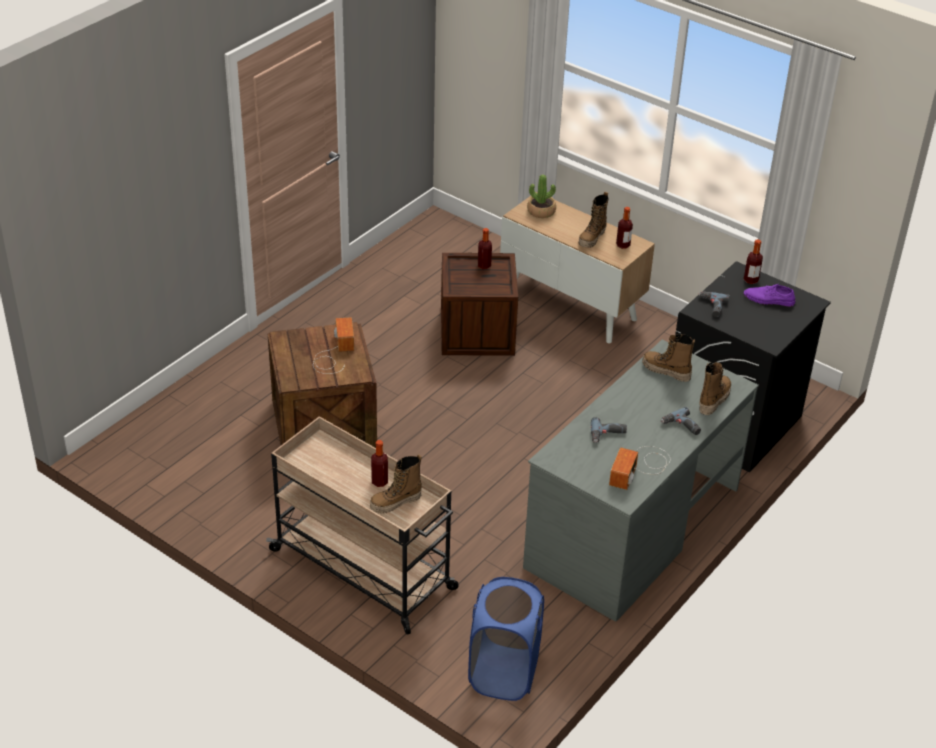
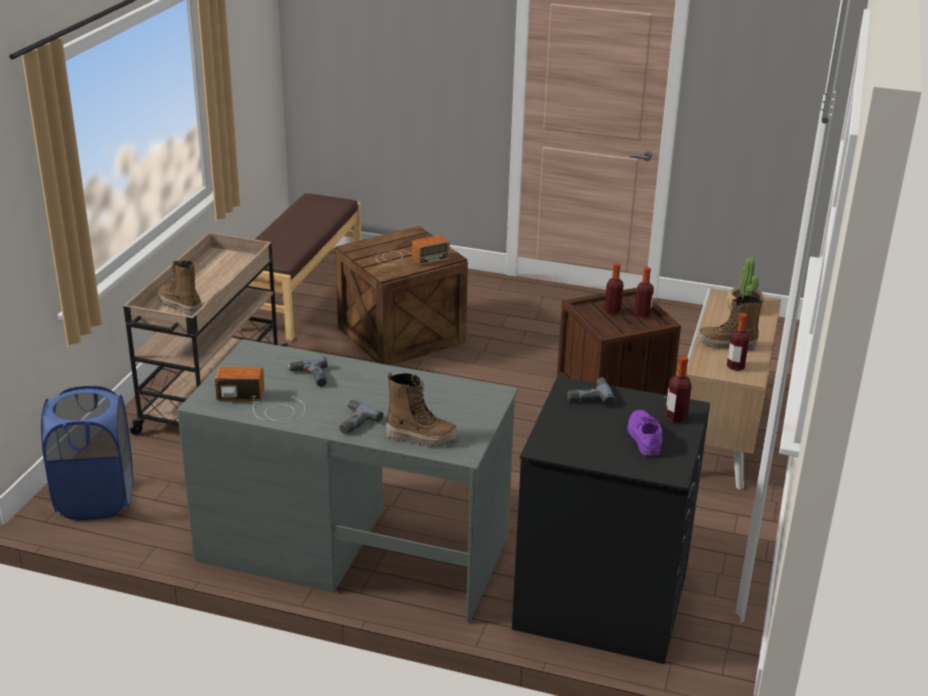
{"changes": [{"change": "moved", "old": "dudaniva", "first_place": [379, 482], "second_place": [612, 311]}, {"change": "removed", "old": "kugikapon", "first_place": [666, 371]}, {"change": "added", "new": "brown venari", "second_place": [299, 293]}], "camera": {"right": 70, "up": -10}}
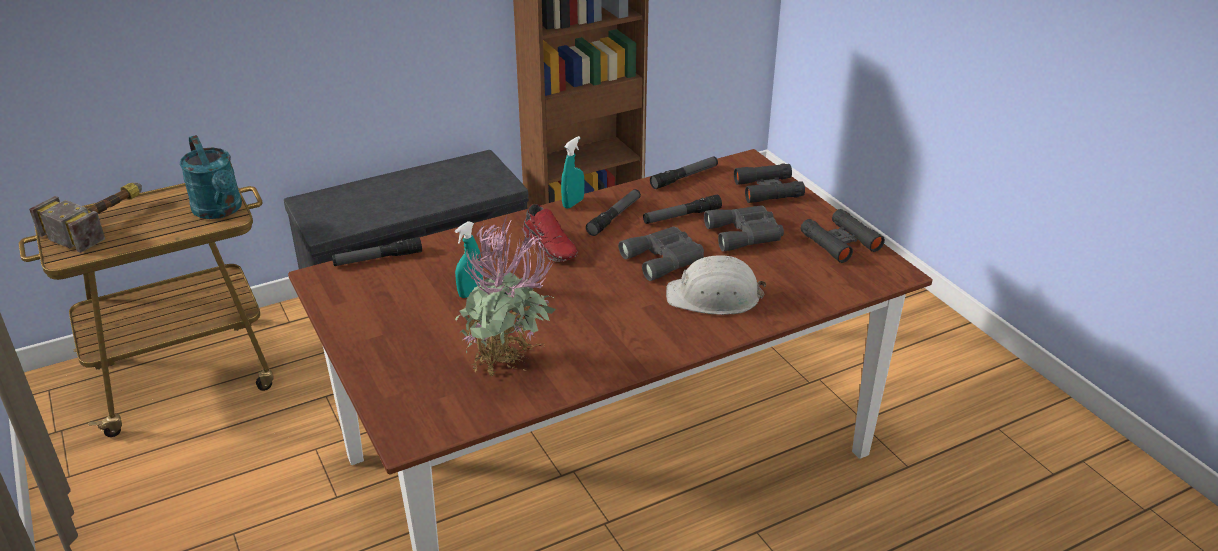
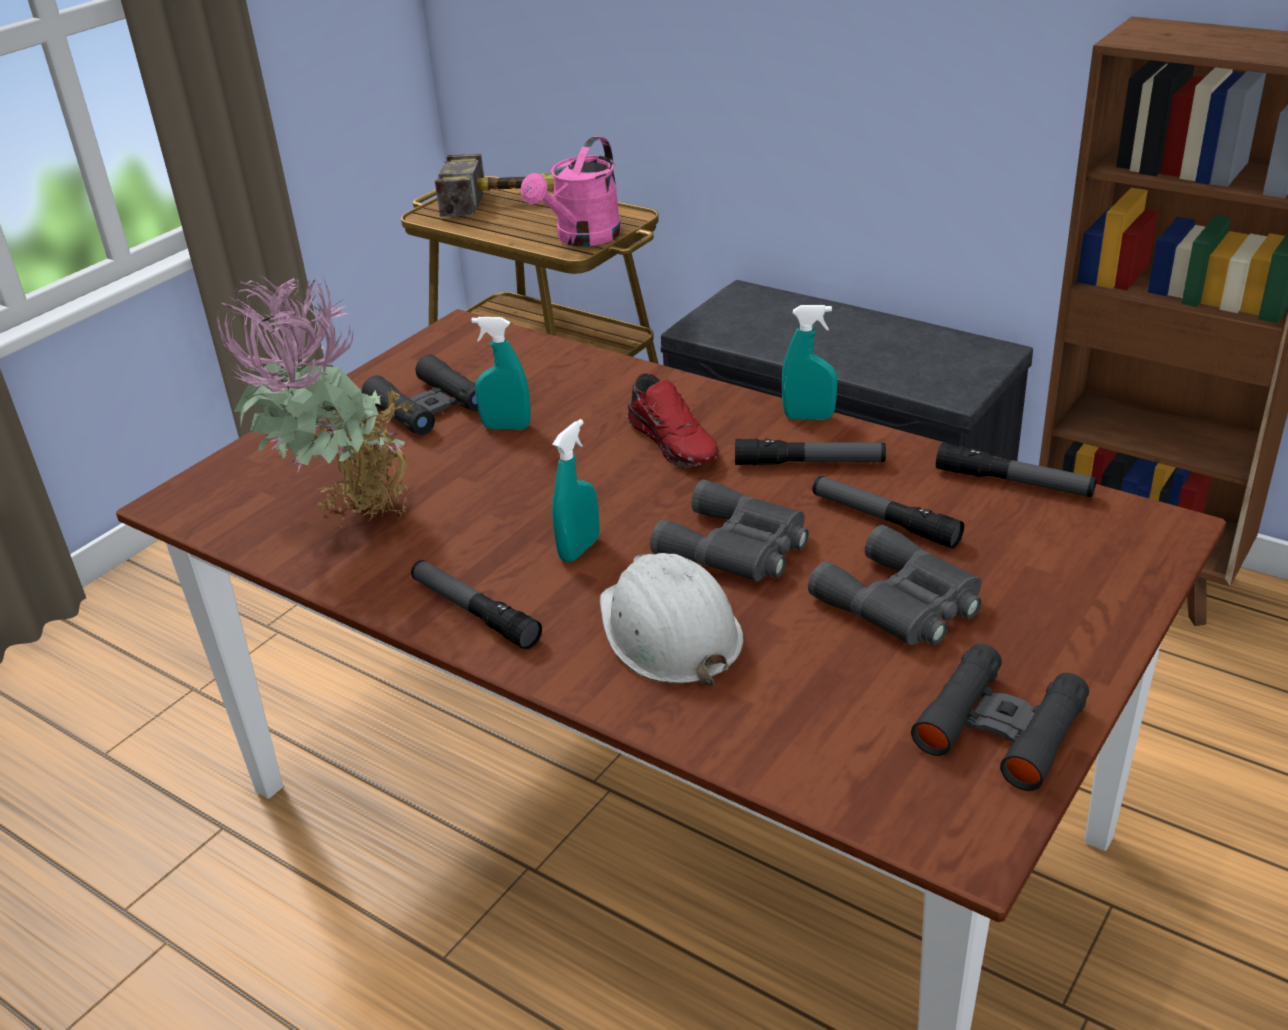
{"changes": [{"change": "recoloured", "old": "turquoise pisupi", "new": "pink pisupi", "first_place": [220, 210], "second_place": [582, 238]}, {"change": "moved", "old": "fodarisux", "first_place": [378, 258], "second_place": [474, 612]}, {"change": "turned", "old": "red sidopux", "first_place": [551, 245], "second_place": [675, 441], "degrees": -60}, {"change": "moved", "old": "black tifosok", "first_place": [768, 189], "second_place": [427, 407]}, {"change": "added", "new": "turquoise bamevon", "second_place": [579, 549]}], "camera": {"right": 65, "up": 0}}
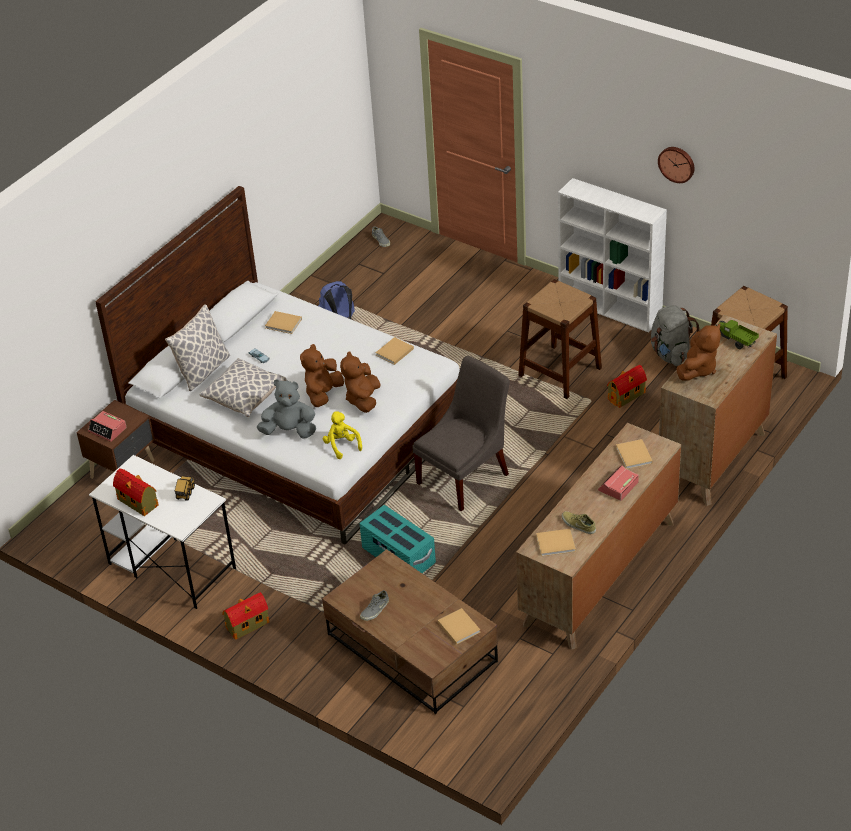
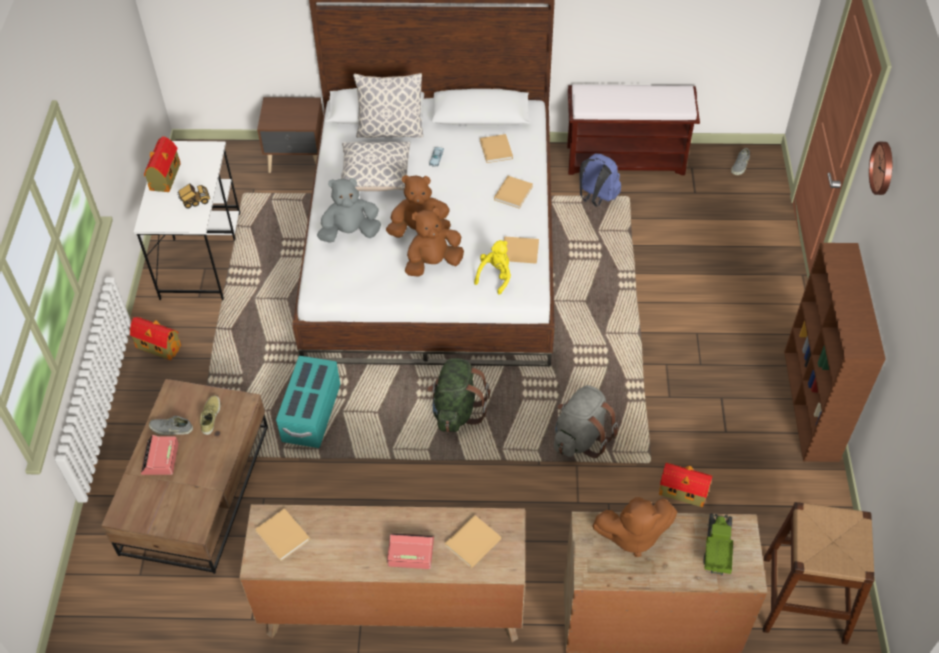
{"changes": [{"change": "moved", "old": "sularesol", "first_place": [107, 430], "second_place": [160, 459]}, {"change": "turned", "old": "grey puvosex", "first_place": [289, 431], "second_place": [350, 232], "degrees": -75}, {"change": "moved", "old": "yellow puvosex", "first_place": [342, 445], "second_place": [495, 276]}, {"change": "replaced", "old": "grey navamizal", "new": "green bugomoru", "first_place": [466, 477], "second_place": [456, 411]}, {"change": "moved", "old": "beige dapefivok", "first_place": [458, 626], "second_place": [514, 192]}, {"change": "removed", "old": "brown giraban", "first_place": [560, 372]}, {"change": "recoloured", "old": "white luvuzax", "new": "brown luvuzax", "first_place": [611, 308], "second_place": [811, 406]}, {"change": "moved", "old": "beige sidopux", "first_place": [578, 525], "second_place": [210, 416]}, {"change": "moved", "old": "grey bugomoru", "first_place": [671, 354], "second_place": [580, 437]}, {"change": "moved", "old": "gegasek", "first_place": [677, 163], "second_place": [883, 168]}, {"change": "added", "new": "brown venari", "second_place": [626, 159]}], "camera": {"right": 55, "up": 10}}
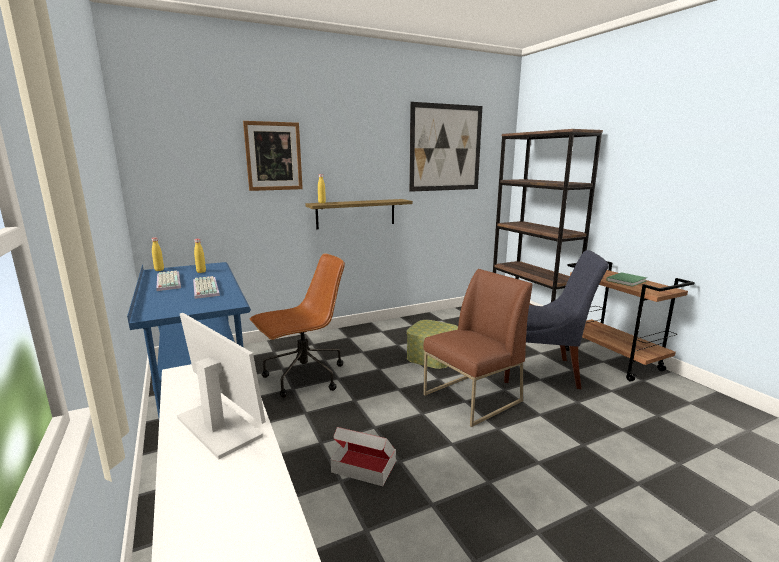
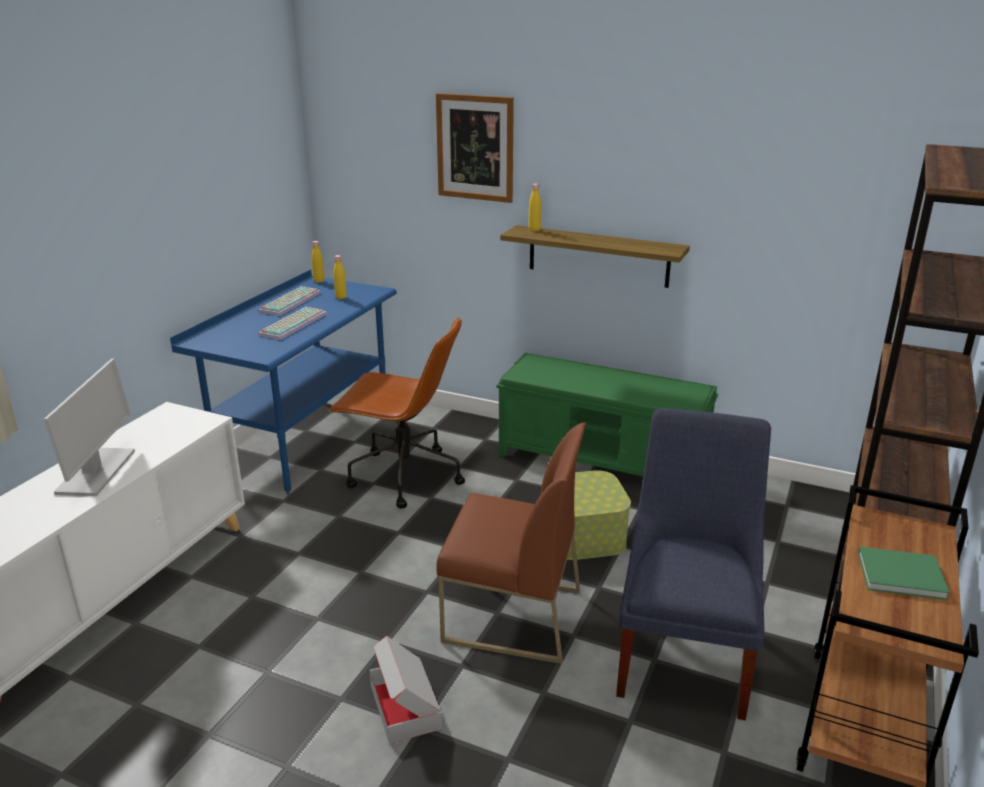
{"changes": [{"change": "moved", "old": "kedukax", "first_place": [364, 467], "second_place": [405, 707]}, {"change": "removed", "old": "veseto", "first_place": [445, 148]}, {"change": "turned", "old": "blue navamizal", "first_place": [541, 371], "second_place": [685, 652], "degrees": -135}, {"change": "added", "new": "green venari", "second_place": [603, 460]}], "camera": {"right": 50, "up": 10}}
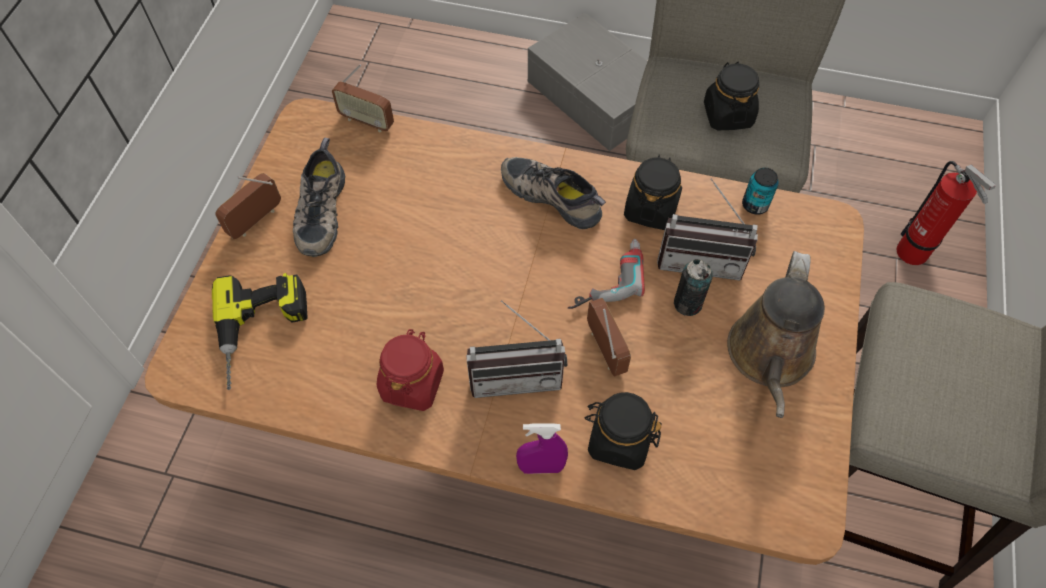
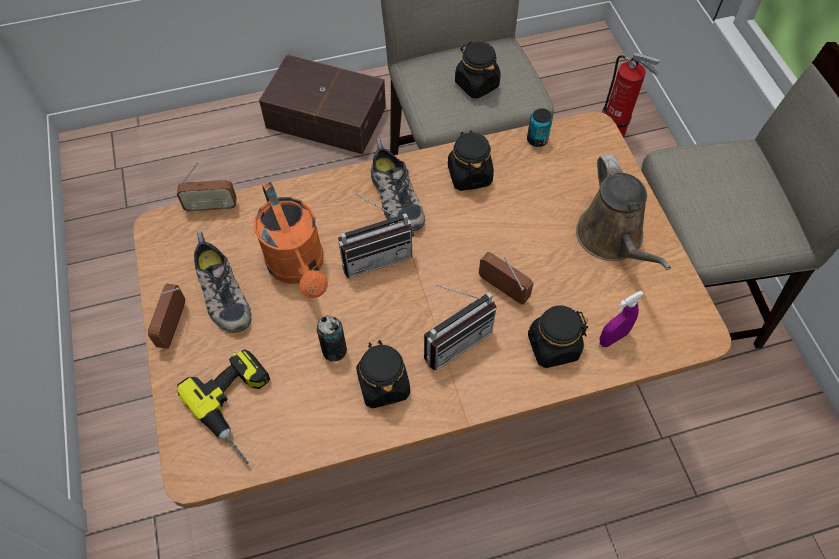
{"changes": [{"change": "recoloured", "old": "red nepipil", "new": "black nepipil", "first_place": [412, 383], "second_place": [383, 384]}, {"change": "turned", "old": "sidopux", "first_place": [553, 195], "second_place": [394, 197], "degrees": -120}, {"change": "moved", "old": "purple bamevon", "first_place": [541, 467], "second_place": [613, 338]}, {"change": "recoloured", "old": "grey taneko", "new": "brown taneko", "first_place": [595, 95], "second_place": [326, 116]}, {"change": "removed", "old": "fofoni", "first_place": [604, 277]}, {"change": "moved", "old": "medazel", "first_place": [701, 259], "second_place": [375, 255]}, {"change": "moved", "old": "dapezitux", "first_place": [687, 304], "second_place": [334, 350]}, {"change": "added", "new": "orange pisupi", "second_place": [299, 268]}], "camera": {"right": -30, "up": 0}}
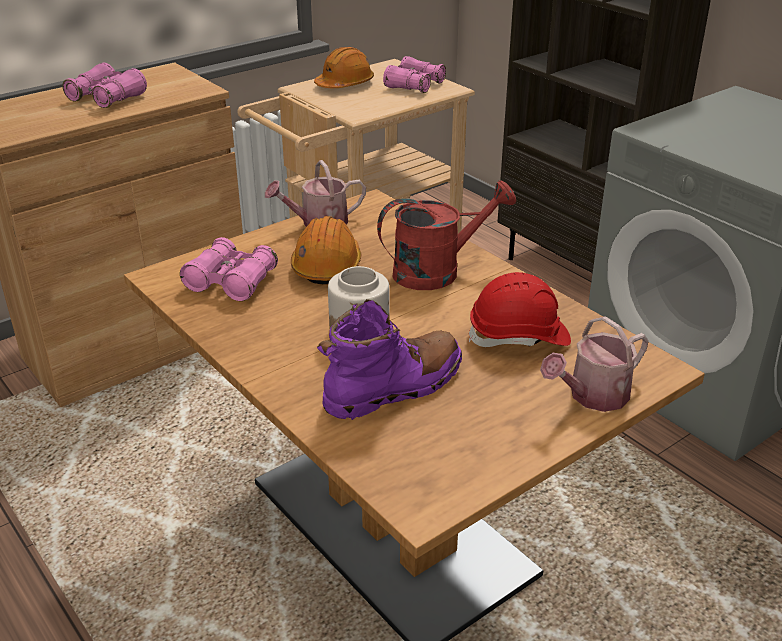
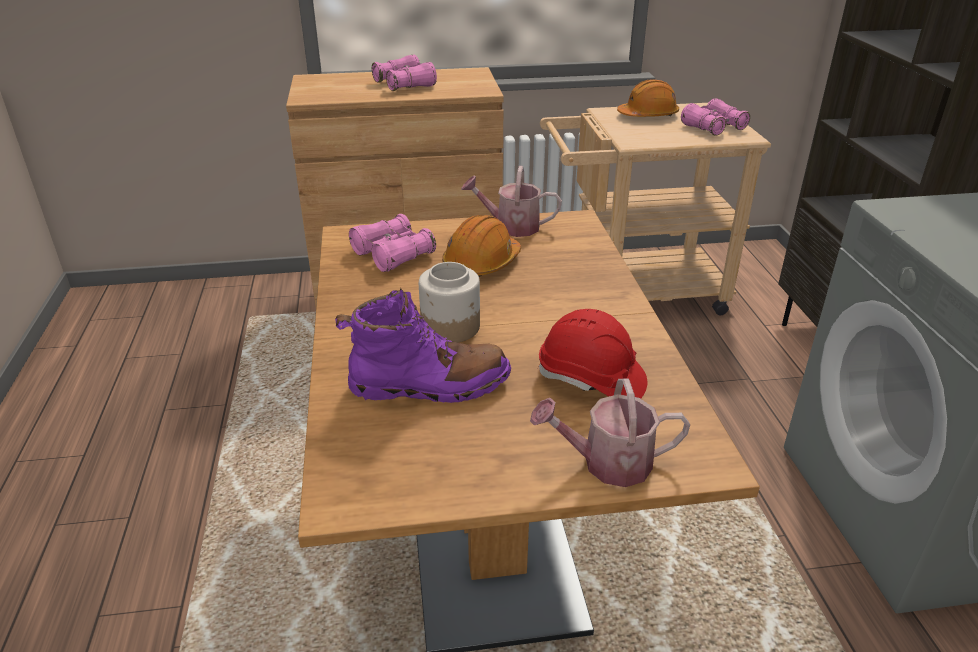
{"changes": [{"change": "removed", "old": "red pisupi", "first_place": [437, 271]}], "camera": {"right": 30, "up": 0}}
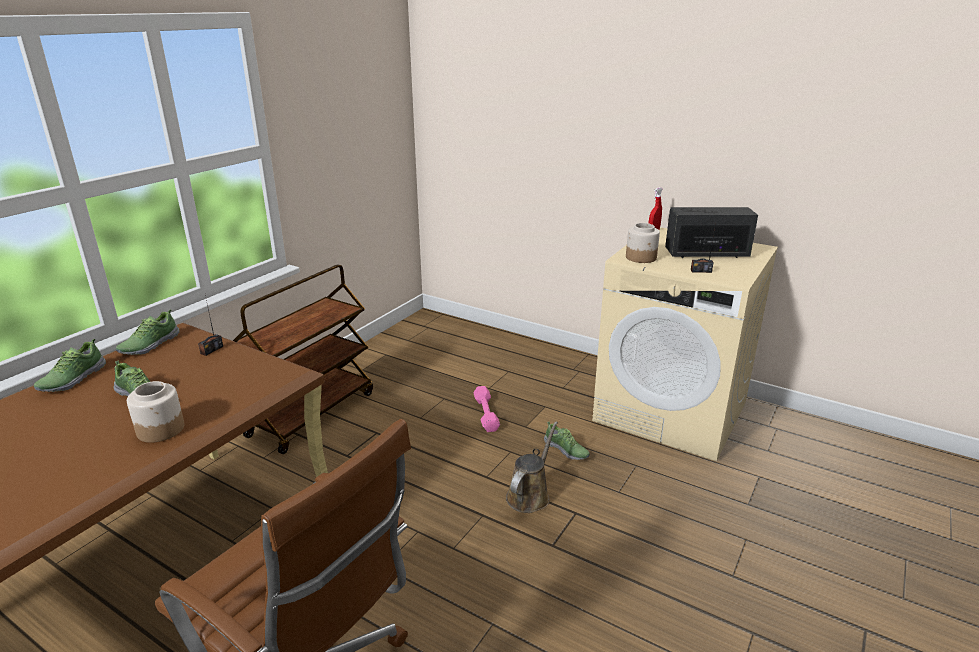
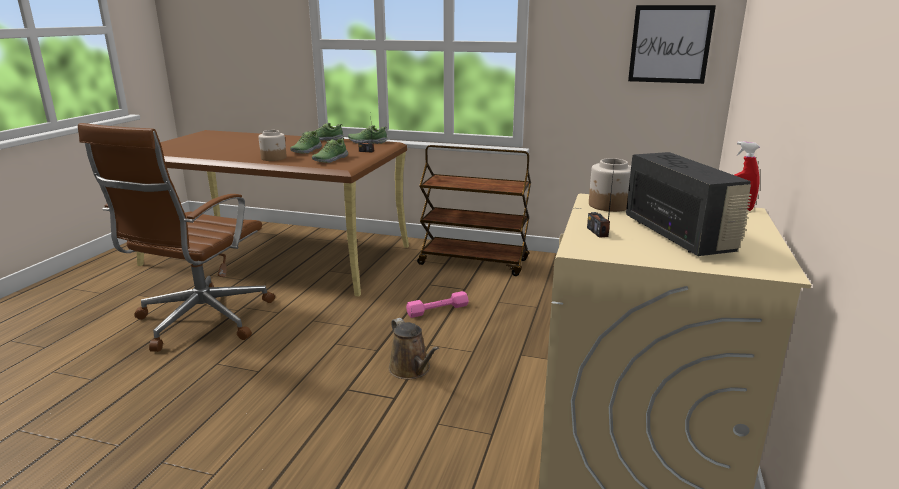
{"changes": [{"change": "moved", "old": "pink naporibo", "first_place": [485, 414], "second_place": [437, 310]}, {"change": "turned", "old": "brown pisupi", "first_place": [530, 495], "second_place": [411, 370], "degrees": 45}, {"change": "moved", "old": "sidopux", "first_place": [566, 450], "second_place": [330, 159]}, {"change": "added", "new": "veseto", "second_place": [670, 44]}], "camera": {"right": 75, "up": -5}}
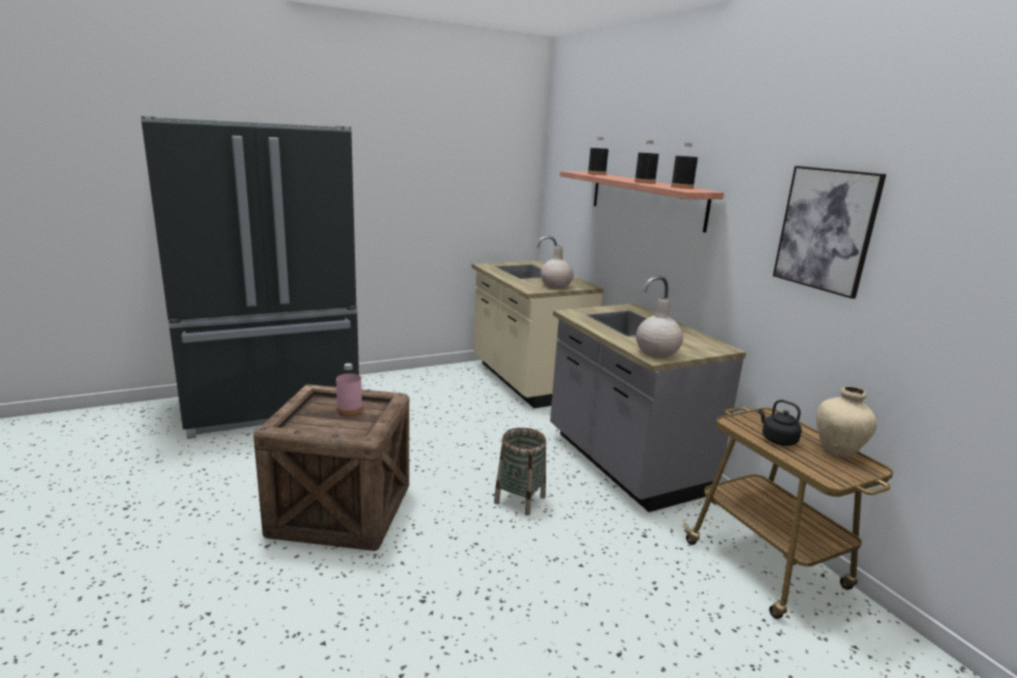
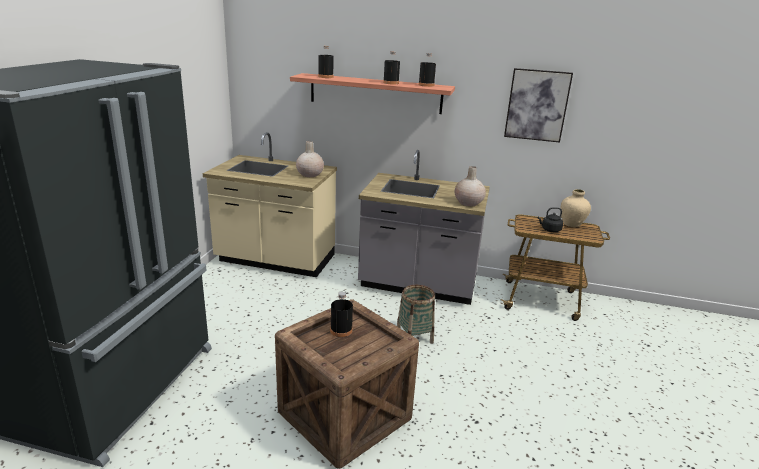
{"changes": [{"change": "recoloured", "old": "pink dudaniva", "new": "black dudaniva", "first_place": [349, 409], "second_place": [341, 330]}], "camera": {"right": -50, "up": 5}}
